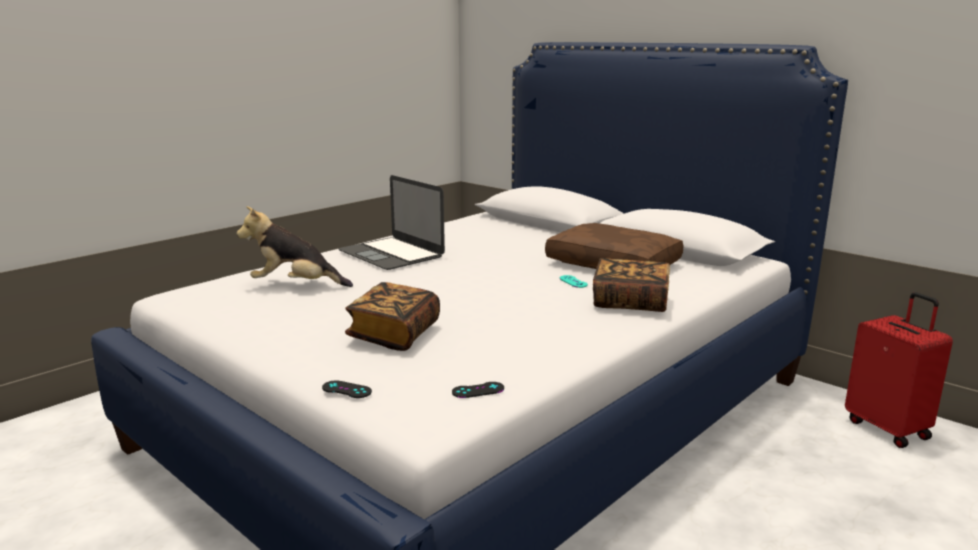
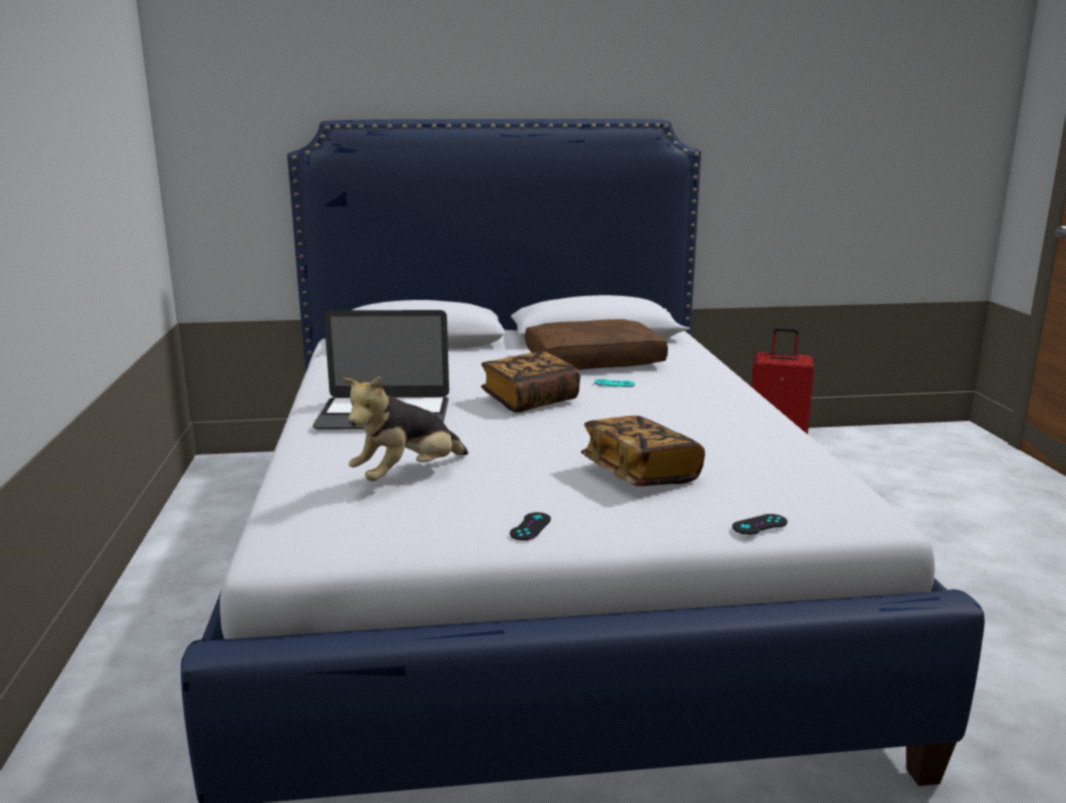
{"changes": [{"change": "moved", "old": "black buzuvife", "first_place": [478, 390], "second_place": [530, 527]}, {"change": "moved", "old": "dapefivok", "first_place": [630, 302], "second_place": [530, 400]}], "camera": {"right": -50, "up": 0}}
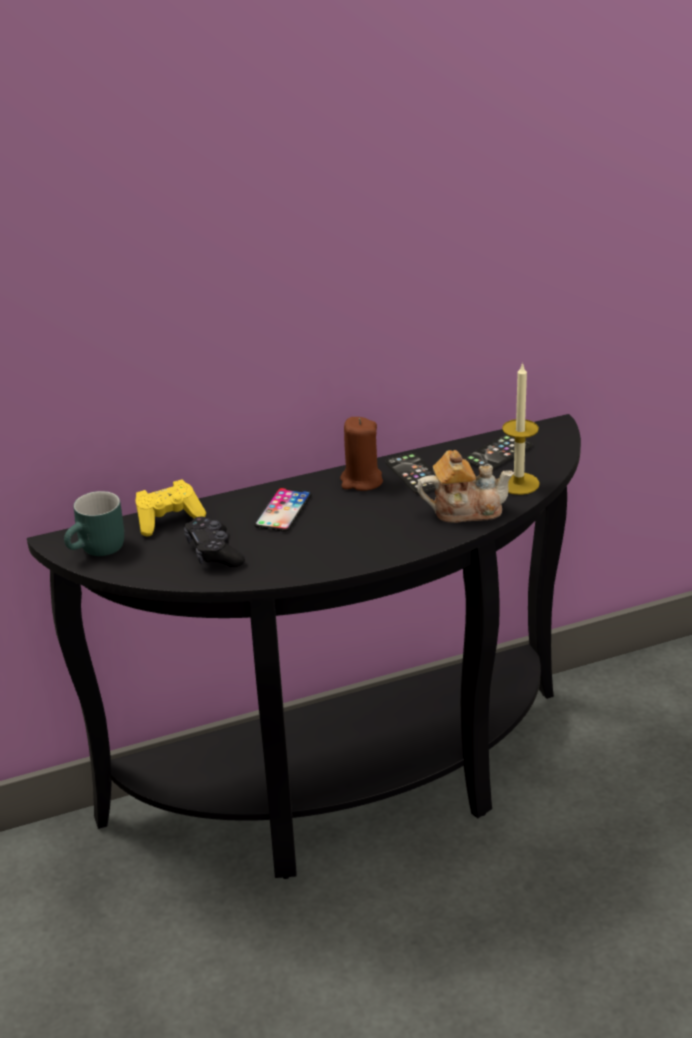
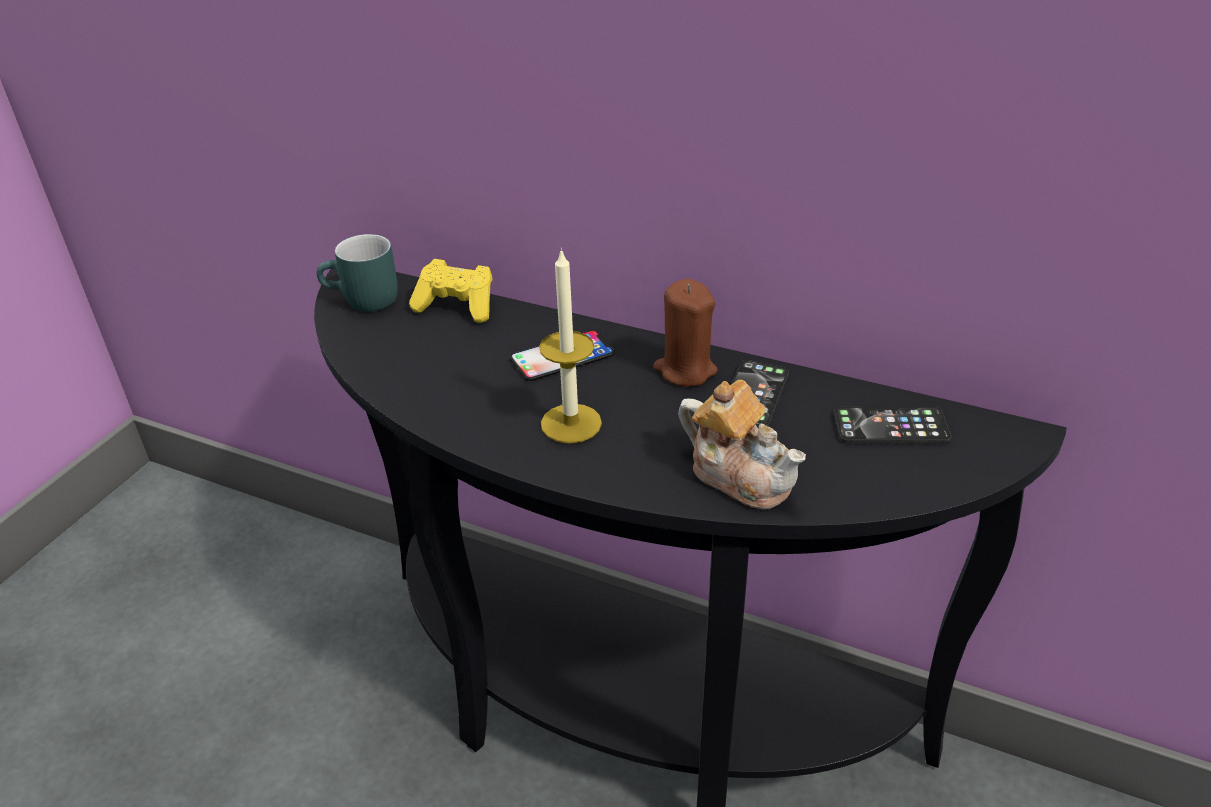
{"changes": [{"change": "removed", "old": "black buzuvife", "first_place": [214, 552]}, {"change": "moved", "old": "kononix", "first_place": [518, 483], "second_place": [571, 423]}], "camera": {"right": 45, "up": 5}}
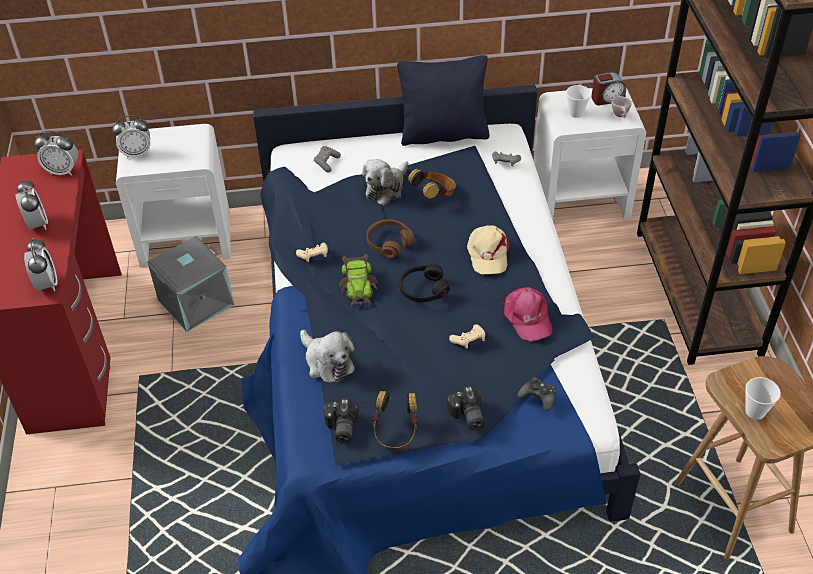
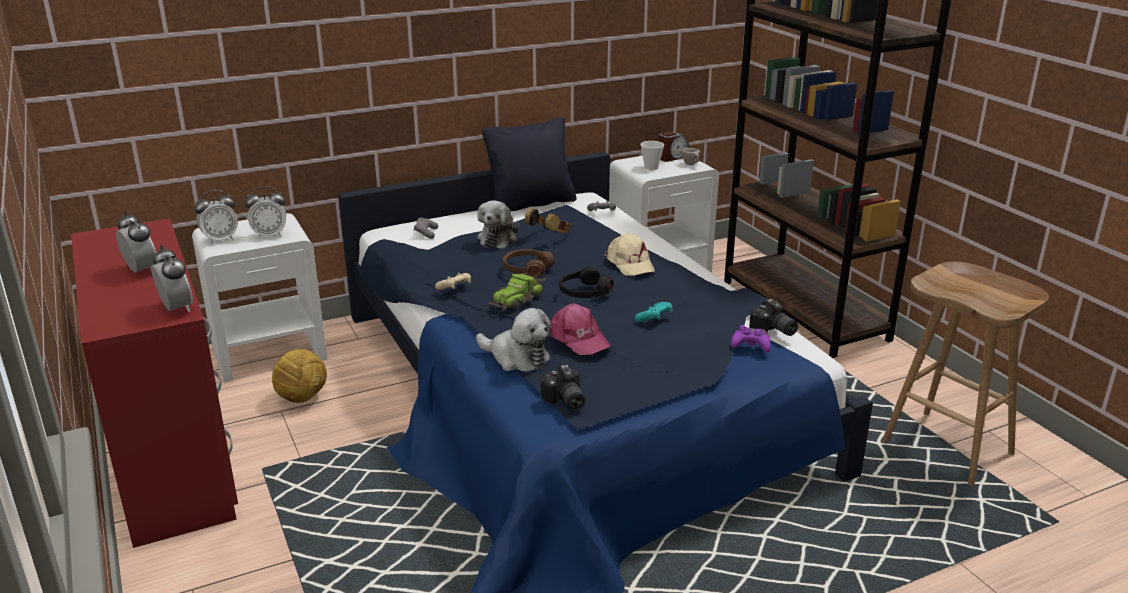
{"changes": [{"change": "moved", "old": "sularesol", "first_place": [63, 171], "second_place": [270, 235]}, {"change": "replaced", "old": "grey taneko", "new": "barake", "first_place": [195, 301], "second_place": [303, 398]}, {"change": "turned", "old": "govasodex", "first_place": [358, 285], "second_place": [516, 299], "degrees": 60}, {"change": "removed", "old": "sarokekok", "first_place": [395, 432]}, {"change": "moved", "old": "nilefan", "first_place": [467, 416], "second_place": [773, 330]}, {"change": "recoloured", "old": "beige buzuvife", "new": "turquoise buzuvife", "first_place": [468, 341], "second_place": [655, 318]}, {"change": "moved", "old": "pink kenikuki", "first_place": [527, 317], "second_place": [578, 338]}, {"change": "recoloured", "old": "black buzuvife", "new": "purple buzuvife", "first_place": [538, 397], "second_place": [750, 345]}, {"change": "removed", "old": "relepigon", "first_place": [755, 411]}], "camera": {"right": -20, "up": -20}}
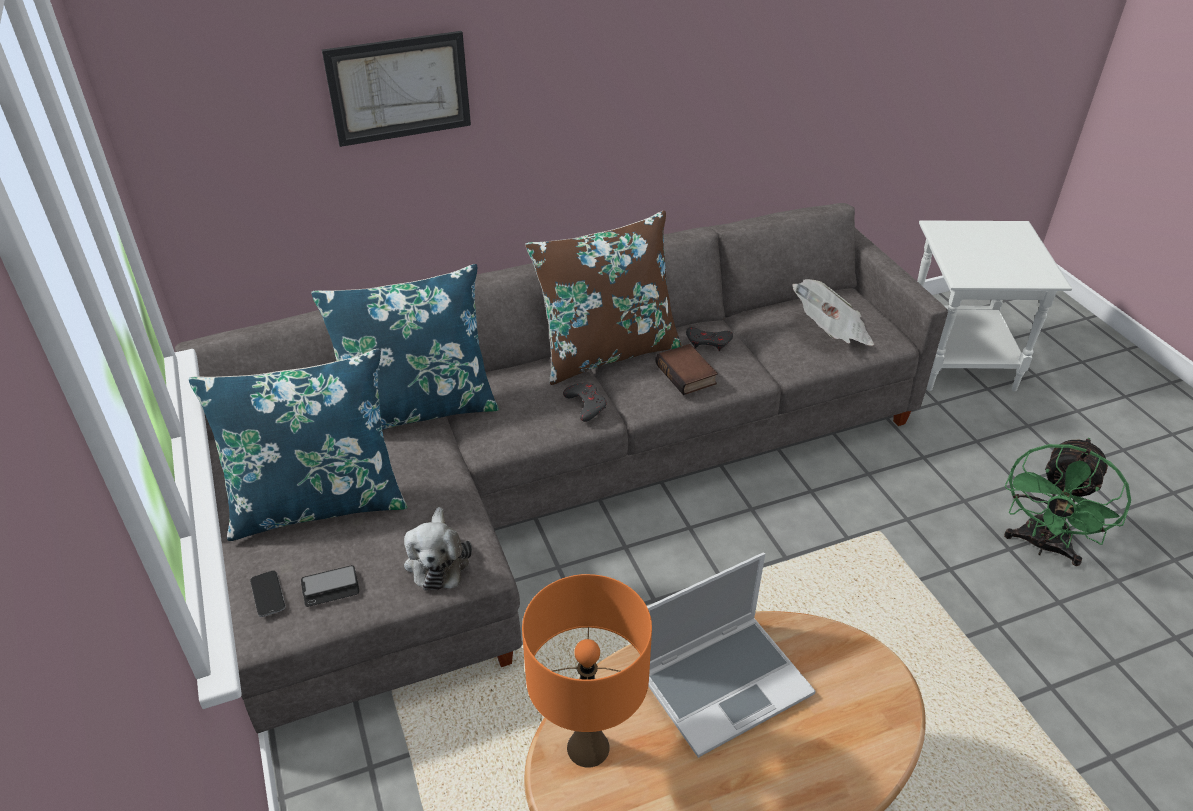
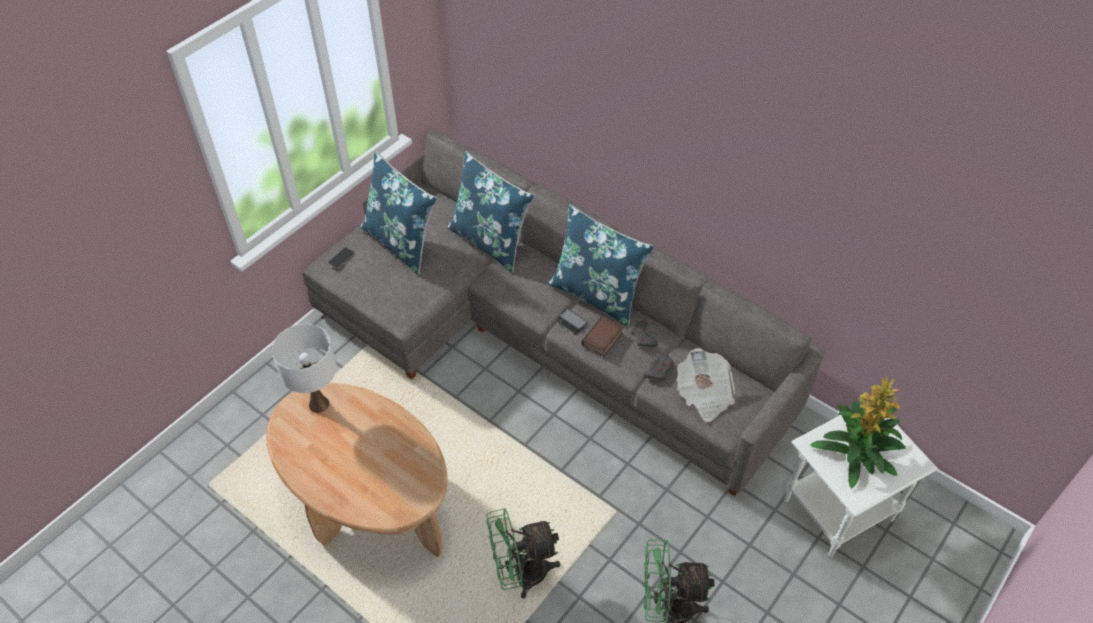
{"changes": [{"change": "moved", "old": "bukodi", "first_place": [330, 587], "second_place": [571, 322]}, {"change": "removed", "old": "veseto", "first_place": [399, 88]}, {"change": "removed", "old": "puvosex", "first_place": [438, 560]}, {"change": "recoloured", "old": "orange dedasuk", "new": "white dedasuk", "first_place": [588, 747], "second_place": [319, 404]}, {"change": "recoloured", "old": "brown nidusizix", "new": "blue nidusizix", "first_place": [607, 352], "second_place": [597, 295]}, {"change": "moved", "old": "grey buzuvife", "first_place": [586, 404], "second_place": [659, 370]}, {"change": "removed", "old": "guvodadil", "first_place": [725, 683]}, {"change": "added", "new": "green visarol", "second_place": [521, 574]}, {"change": "added", "new": "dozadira", "second_place": [856, 454]}], "camera": {"right": 60, "up": 10}}
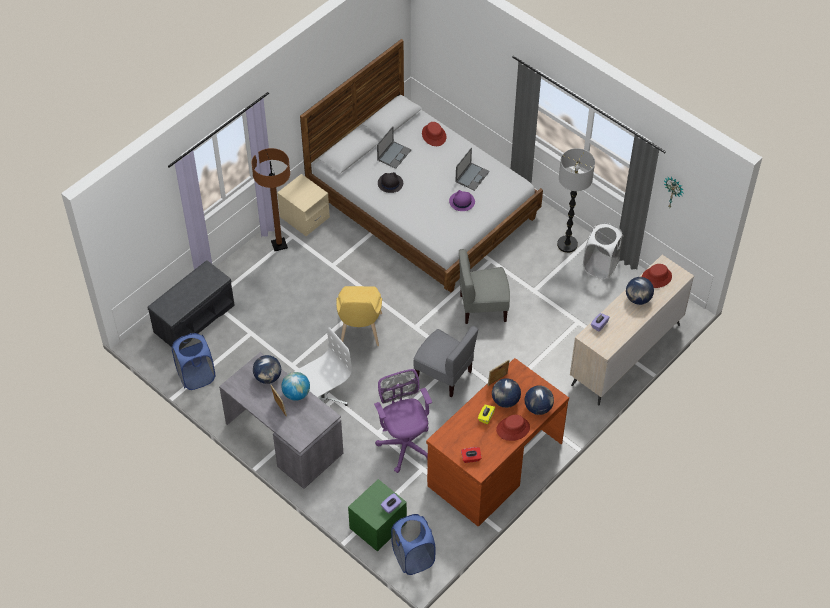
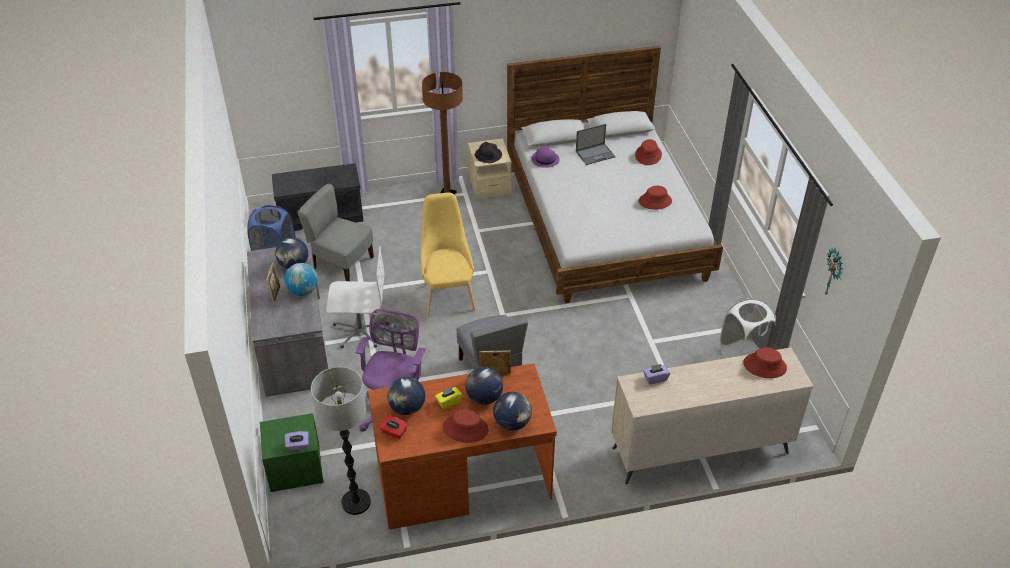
{"changes": [{"change": "turned", "old": "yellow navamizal", "first_place": [360, 332], "second_place": [448, 294], "degrees": 135}, {"change": "moved", "old": "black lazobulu", "first_place": [390, 183], "second_place": [488, 155]}, {"change": "removed", "old": "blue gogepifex", "first_place": [413, 557]}, {"change": "moved", "old": "purple lazobulu", "first_place": [461, 202], "second_place": [545, 159]}, {"change": "replaced", "old": "guvodadil", "new": "red lazobulu", "first_place": [472, 176], "second_place": [655, 201]}, {"change": "moved", "old": "grey navamizal", "first_place": [482, 307], "second_place": [342, 264]}, {"change": "moved", "old": "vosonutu", "first_place": [567, 244], "second_place": [356, 502]}, {"change": "moved", "old": "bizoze", "first_place": [638, 299], "second_place": [407, 408]}], "camera": {"right": 35, "up": -10}}
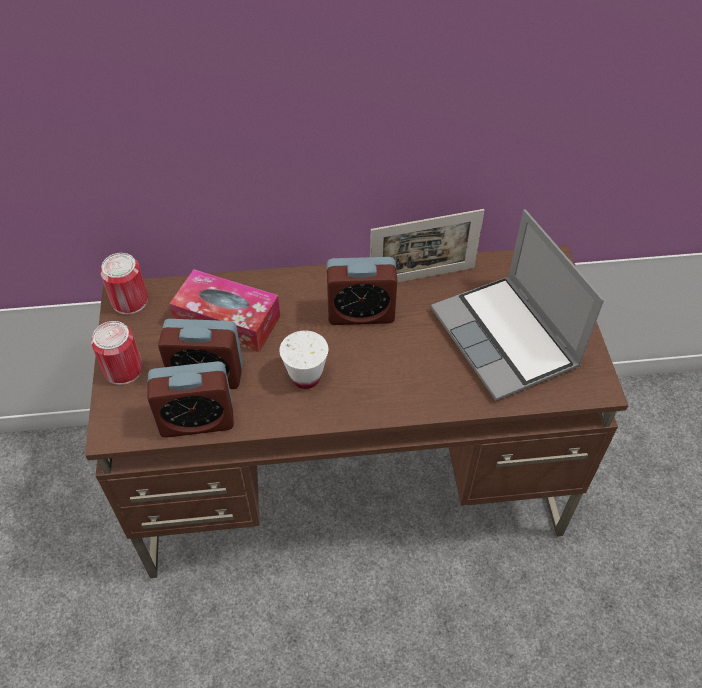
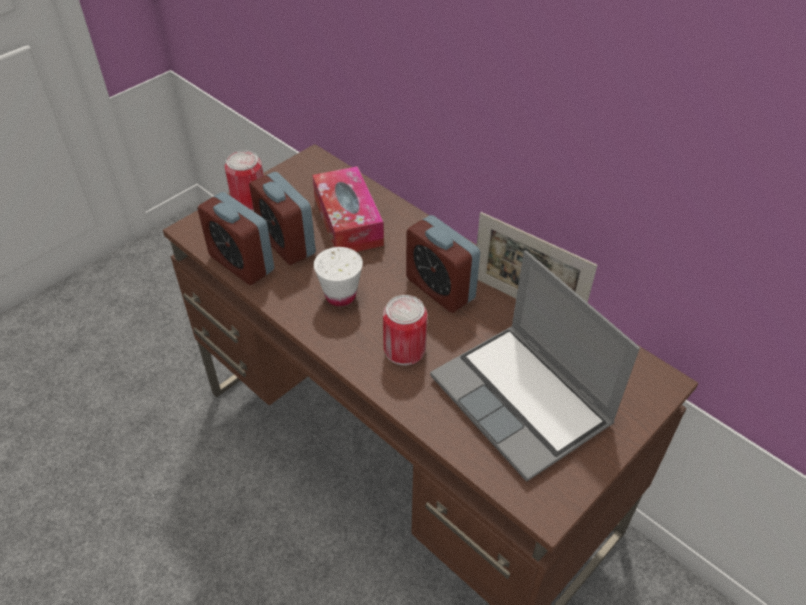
{"changes": [{"change": "moved", "old": "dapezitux", "first_place": [130, 301], "second_place": [404, 349]}, {"change": "turned", "old": "guvodadil", "first_place": [506, 339], "second_place": [523, 401], "degrees": -60}], "camera": {"right": 50, "up": -5}}
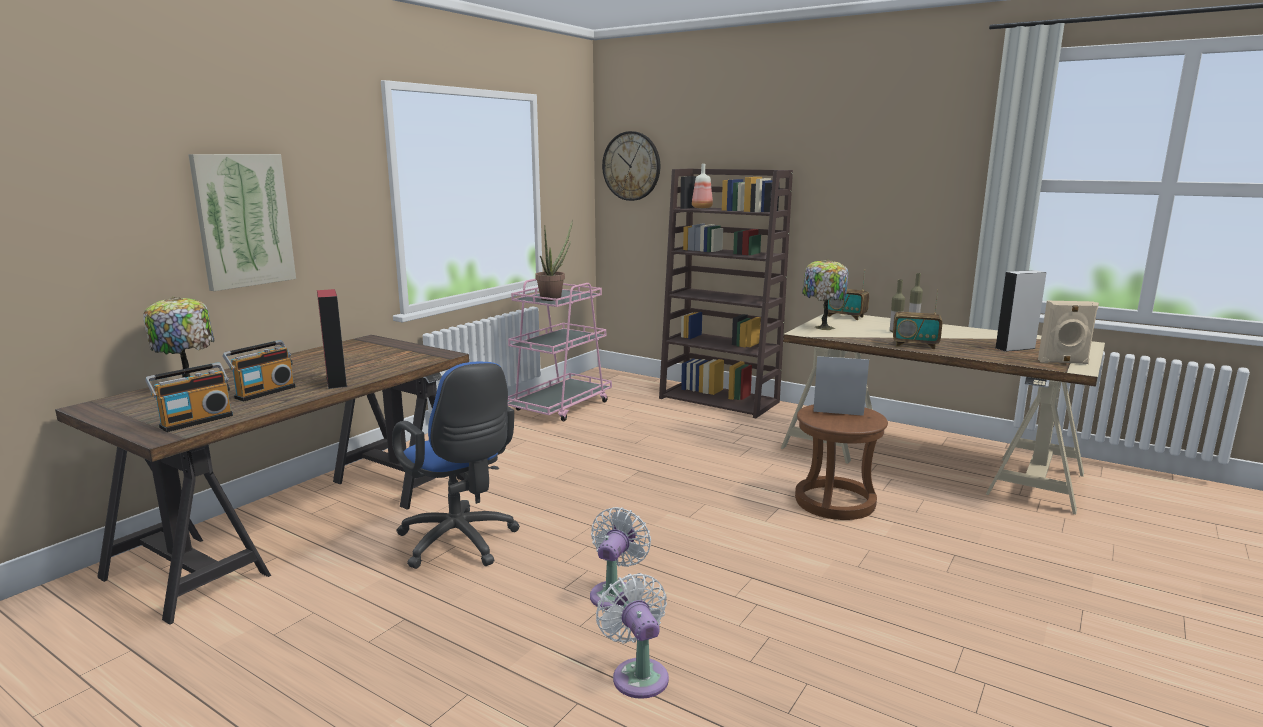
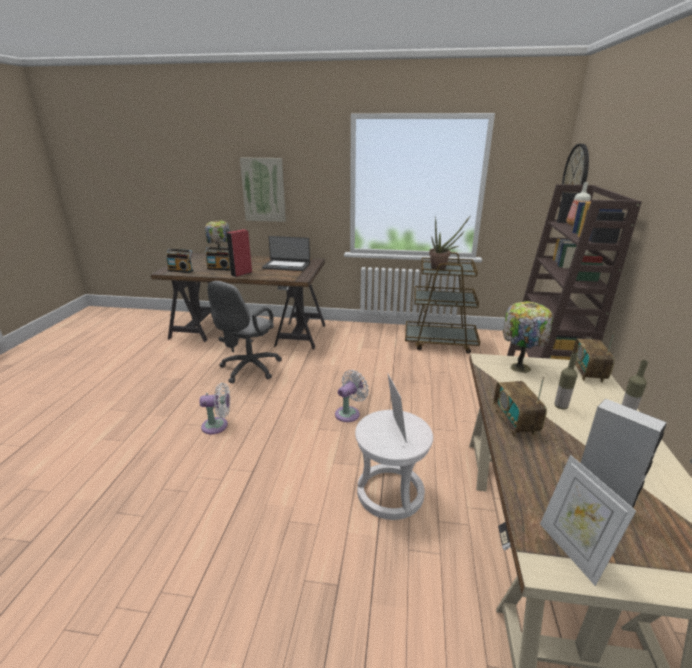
{"changes": [{"change": "recoloured", "old": "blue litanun", "new": "grey litanun", "first_place": [461, 544], "second_place": [248, 370]}, {"change": "recoloured", "old": "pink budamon", "new": "brown budamon", "first_place": [560, 406], "second_place": [440, 342]}, {"change": "moved", "old": "white visarol", "first_place": [638, 674], "second_place": [349, 413]}, {"change": "recoloured", "old": "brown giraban", "new": "white giraban", "first_place": [834, 502], "second_place": [389, 493]}, {"change": "replaced", "old": "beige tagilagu", "new": "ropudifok", "first_place": [1063, 362], "second_place": [571, 550]}, {"change": "added", "new": "guvodadil", "second_place": [286, 266]}], "camera": {"right": 65, "up": 10}}
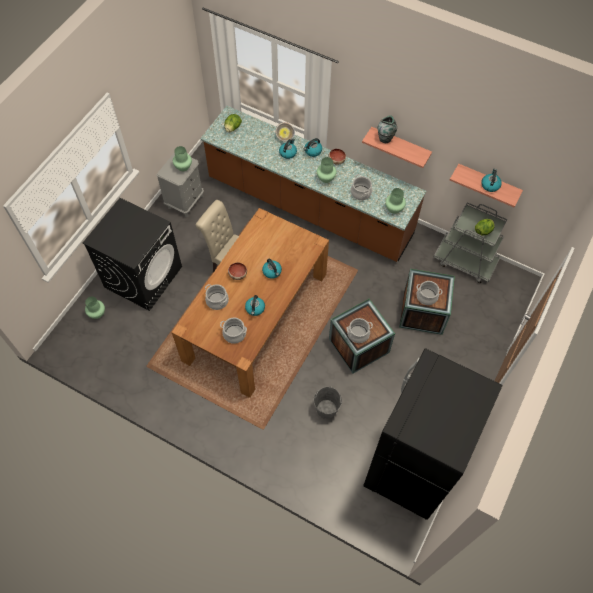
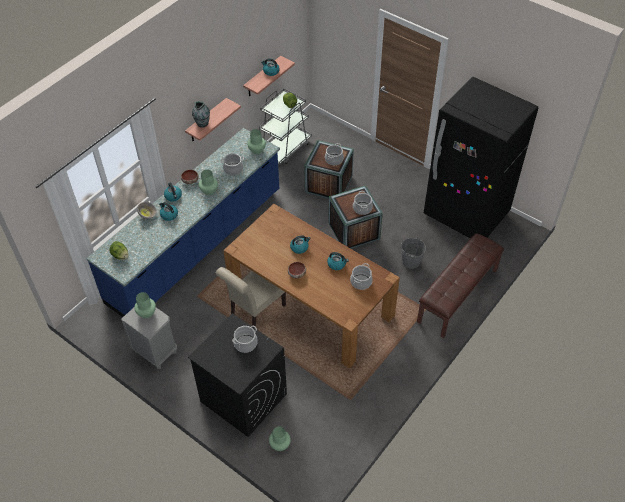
{"changes": [{"change": "recoloured", "old": "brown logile", "new": "blue logile", "first_place": [309, 208], "second_place": [197, 246]}, {"change": "moved", "old": "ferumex", "first_place": [217, 301], "second_place": [245, 343]}, {"change": "added", "new": "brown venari", "second_place": [458, 296]}], "camera": {"right": -80, "up": -10}}
